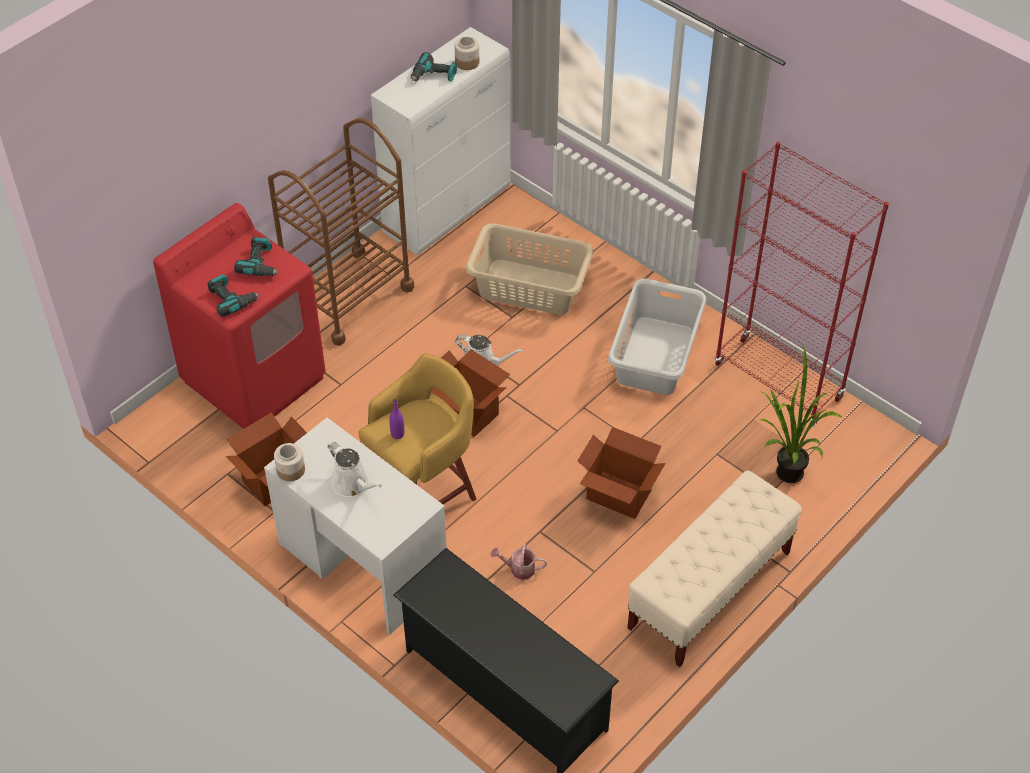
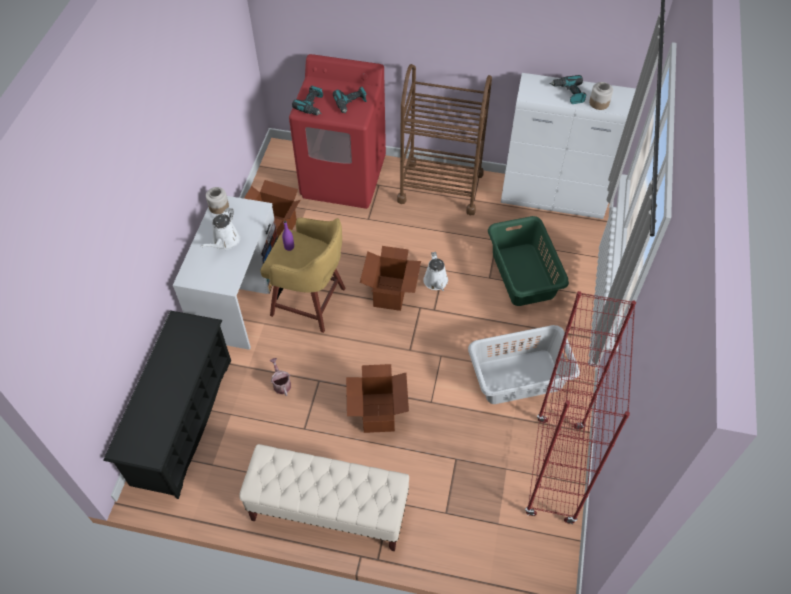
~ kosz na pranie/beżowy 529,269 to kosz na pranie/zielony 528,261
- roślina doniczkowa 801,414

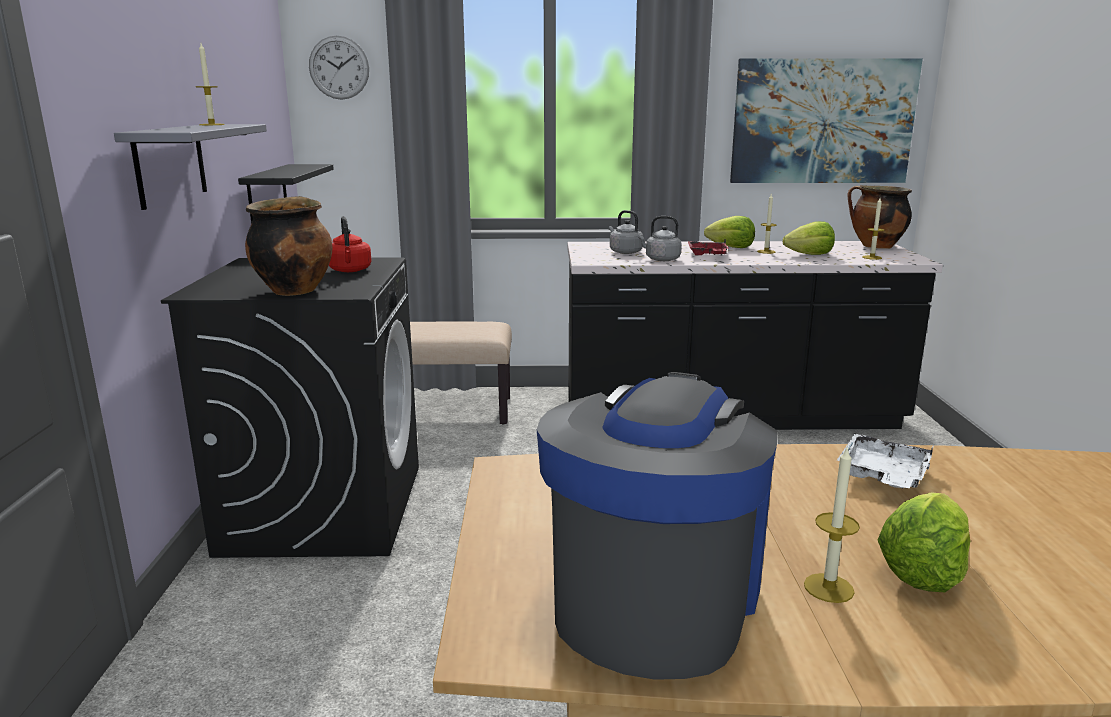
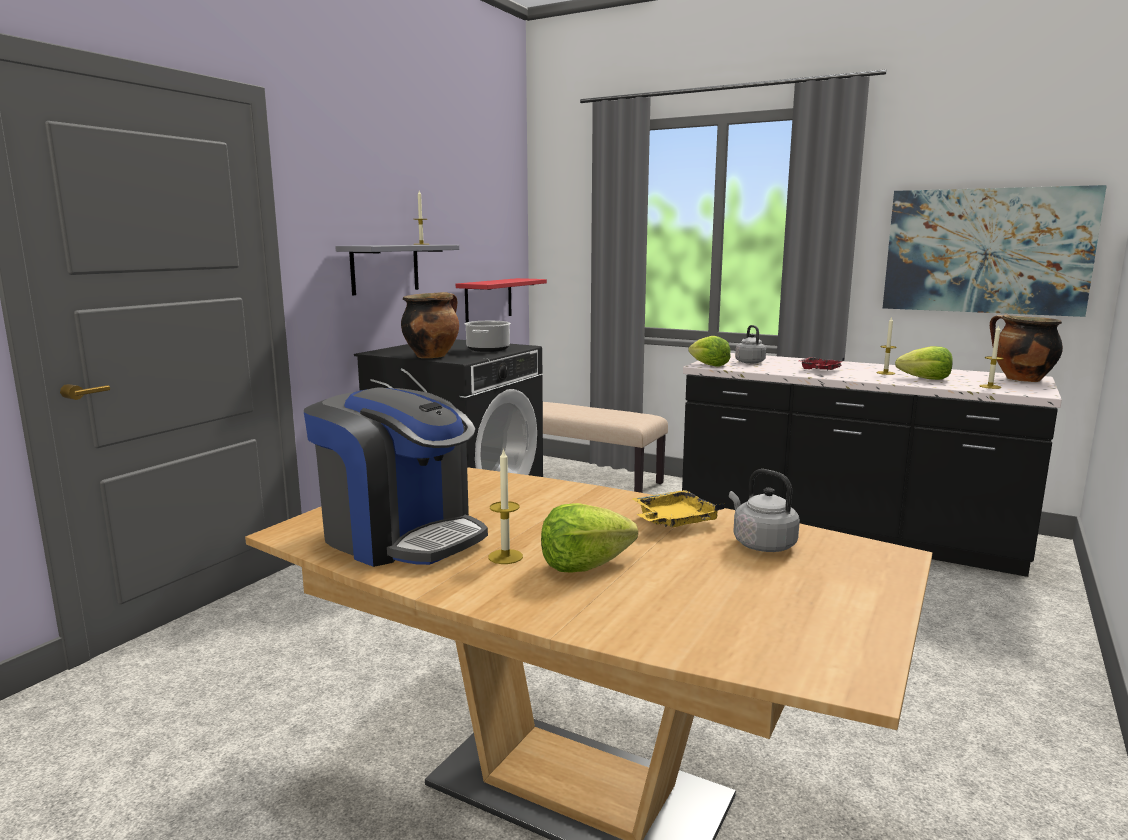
~ półka/czarny 286,194 to półka/czerwony 501,300
- zegar ścienny 339,68
~ czajnik/czerwony 350,244 to garnek 488,336
~ ekspres do kawy 657,526 = 396,477 75 degrees clockwise
~ czajnik/szary 659,238 to 764,510
~ sałata 729,232 to 709,351
~ taca/biały 885,460 to taca/żółty 679,508

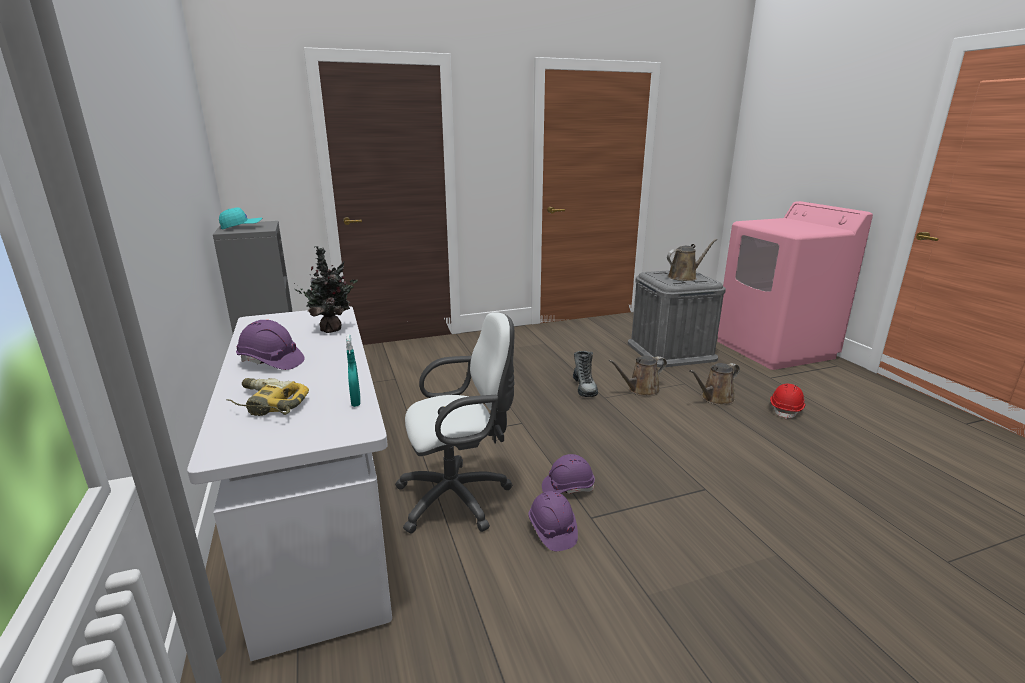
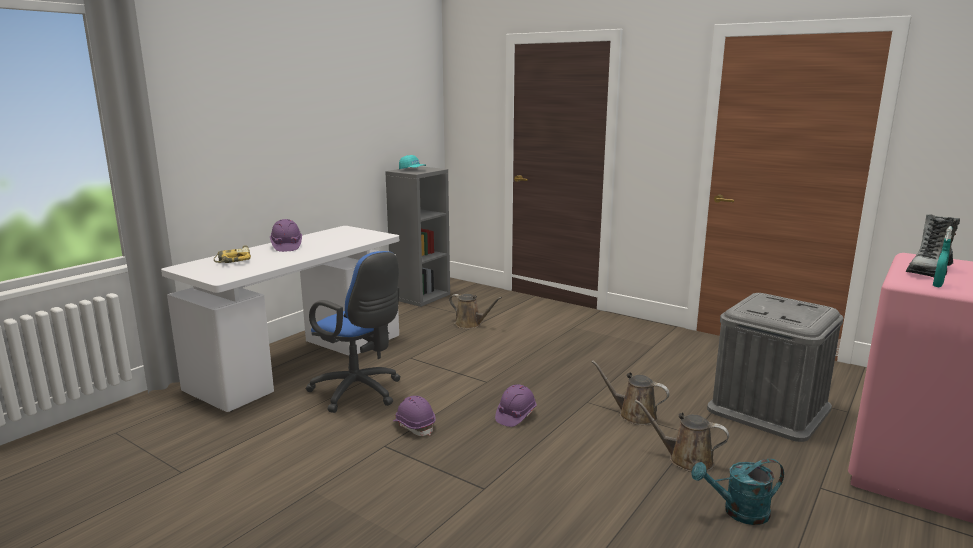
- roślina doniczkowa 326,289
~ spryskiwacz/turkusowy 353,370 to 943,256
~ krzesło biurowe/biały 454,423 to krzesło biurowe/niebieski 353,332
~ kask/fioletowy 553,521 to 516,405
~ but z cholewką 585,374 to 933,245
~ konewka/brązowy 692,260 to 475,311
~ kask/czerwony 788,401 to konewka/turkusowy 737,492

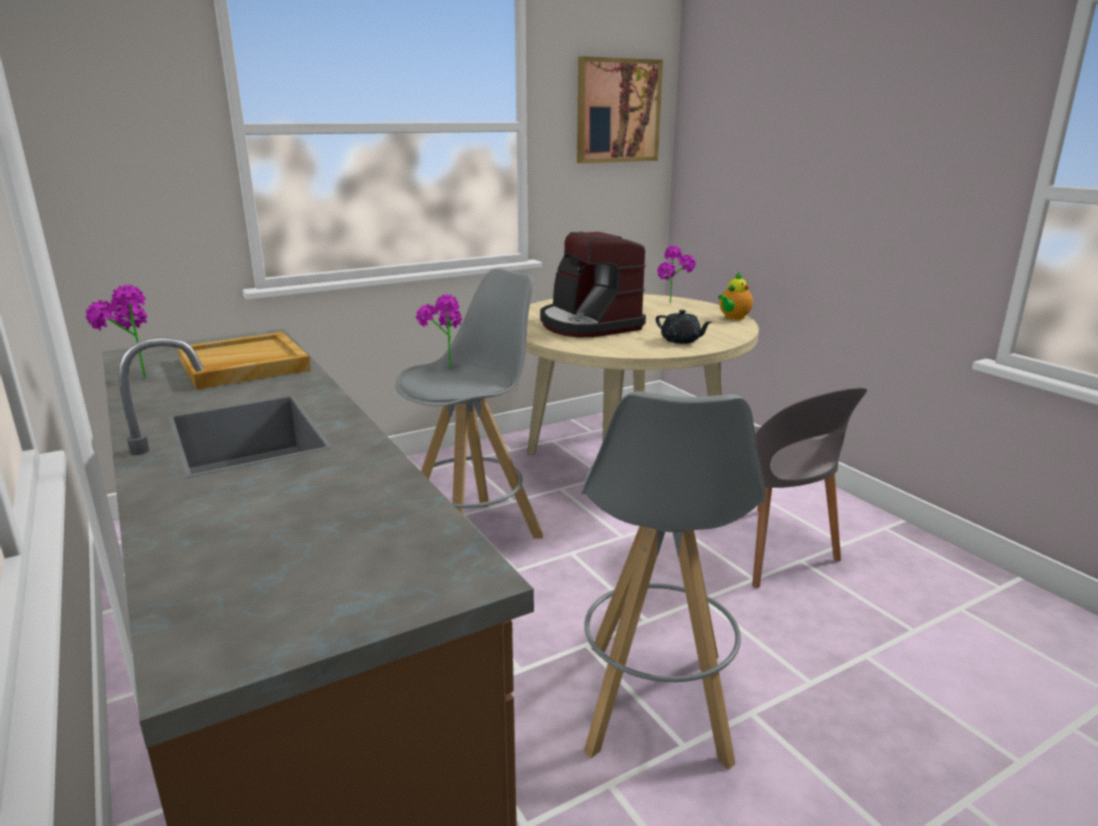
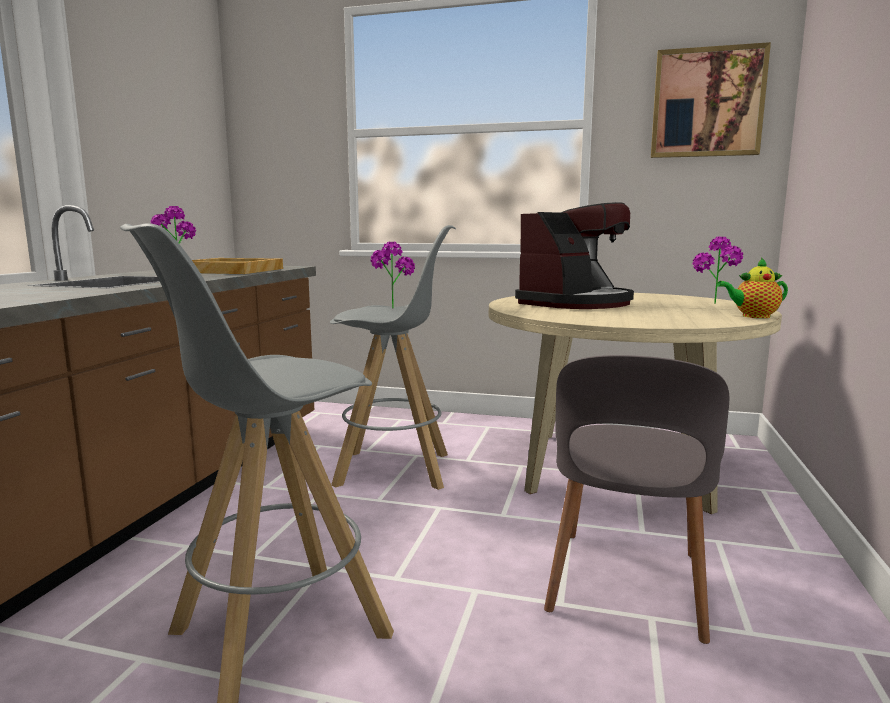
~ ekspres do kawy 593,284 = 574,255 150 degrees counterclockwise
- imbryk/czarny 684,327

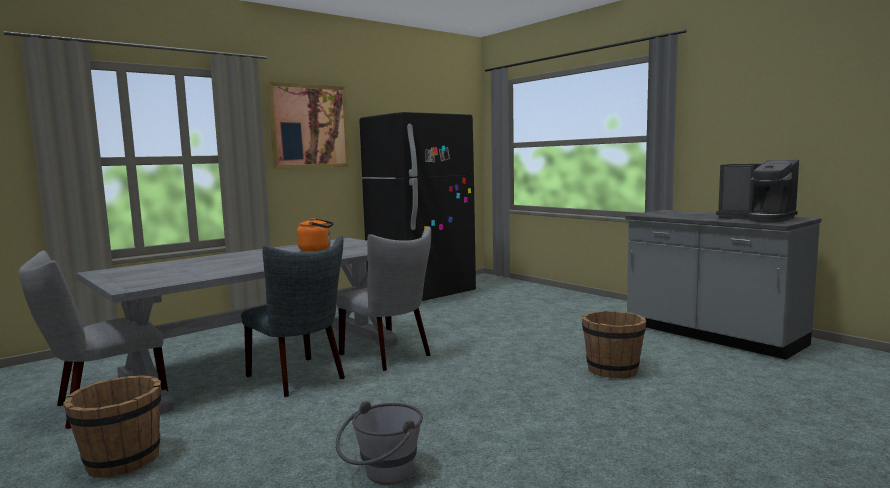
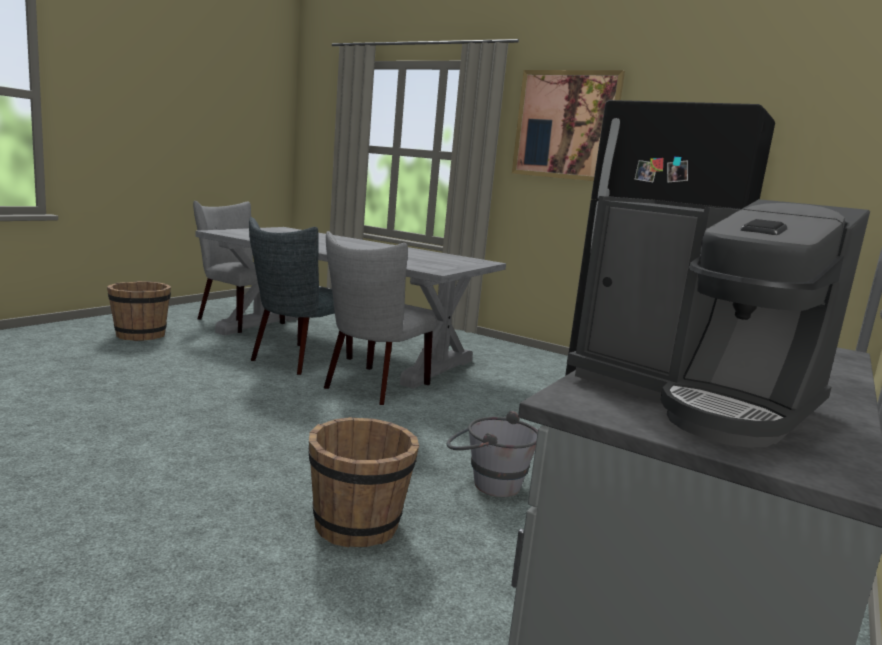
- czajnik/pomarańczowy 315,234
~ wiadro/szary 379,443 to 492,454
~ ekspres do kawy 757,191 = 718,322 75 degrees counterclockwise

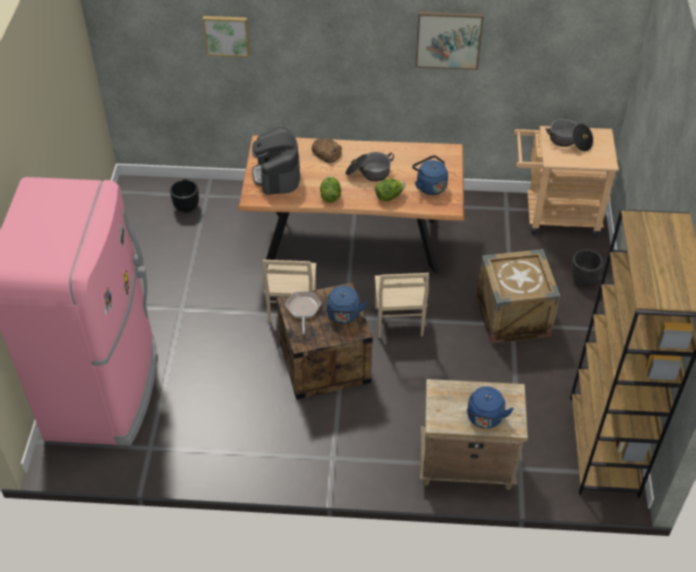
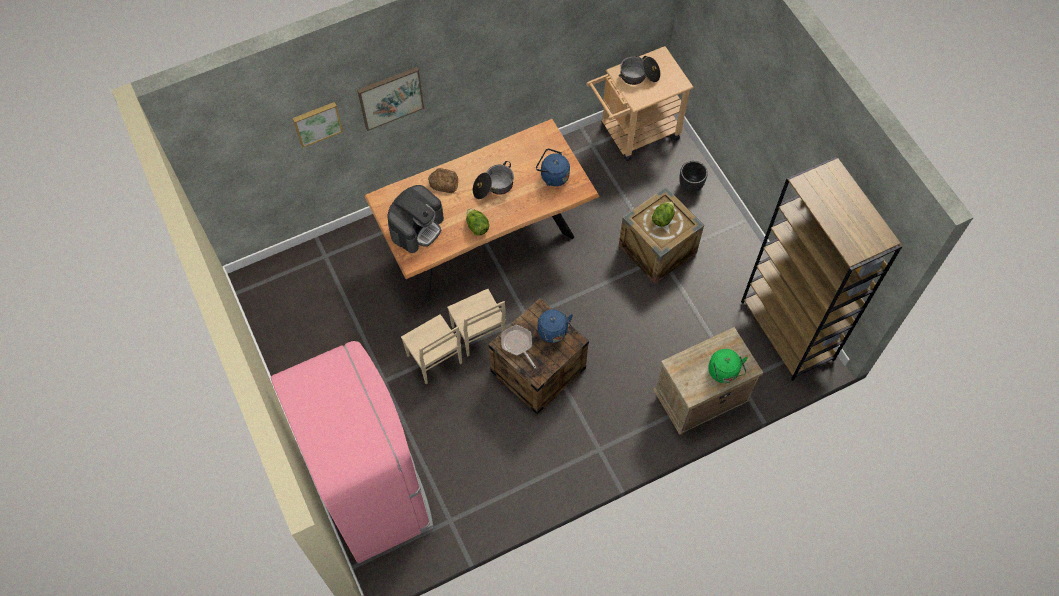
- donica/czarny 184,196
~ ekspres do kawy 276,161 = 416,219 105 degrees counterclockwise
~ sałata 390,190 to 663,214
~ krzesło/beżowy 402,305 to 431,349
~ obraz 449,40 to 390,99
~ czajnik/niebieski 490,407 to czajnik/zielony 728,366

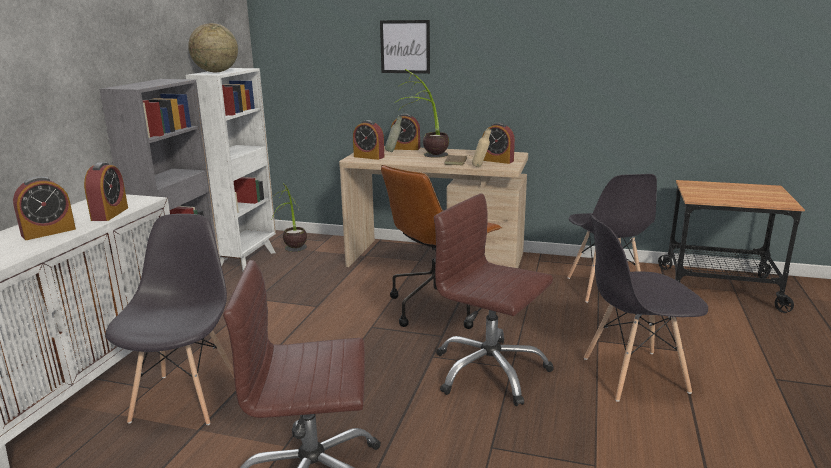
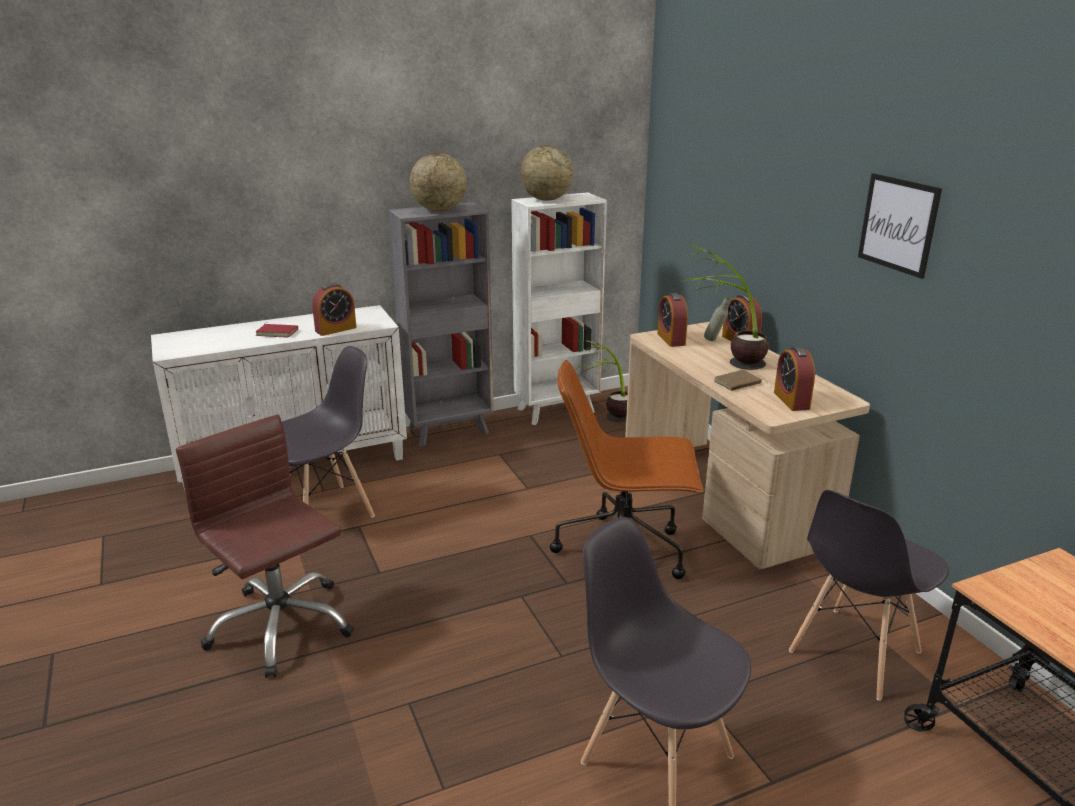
~ budzik 44,208 to książka/czerwony 277,330
~ obraz 405,47 to 900,226
- krzesło biurowe/brązowy 494,299
- butelka/beżowy 481,147
+ globus 438,182

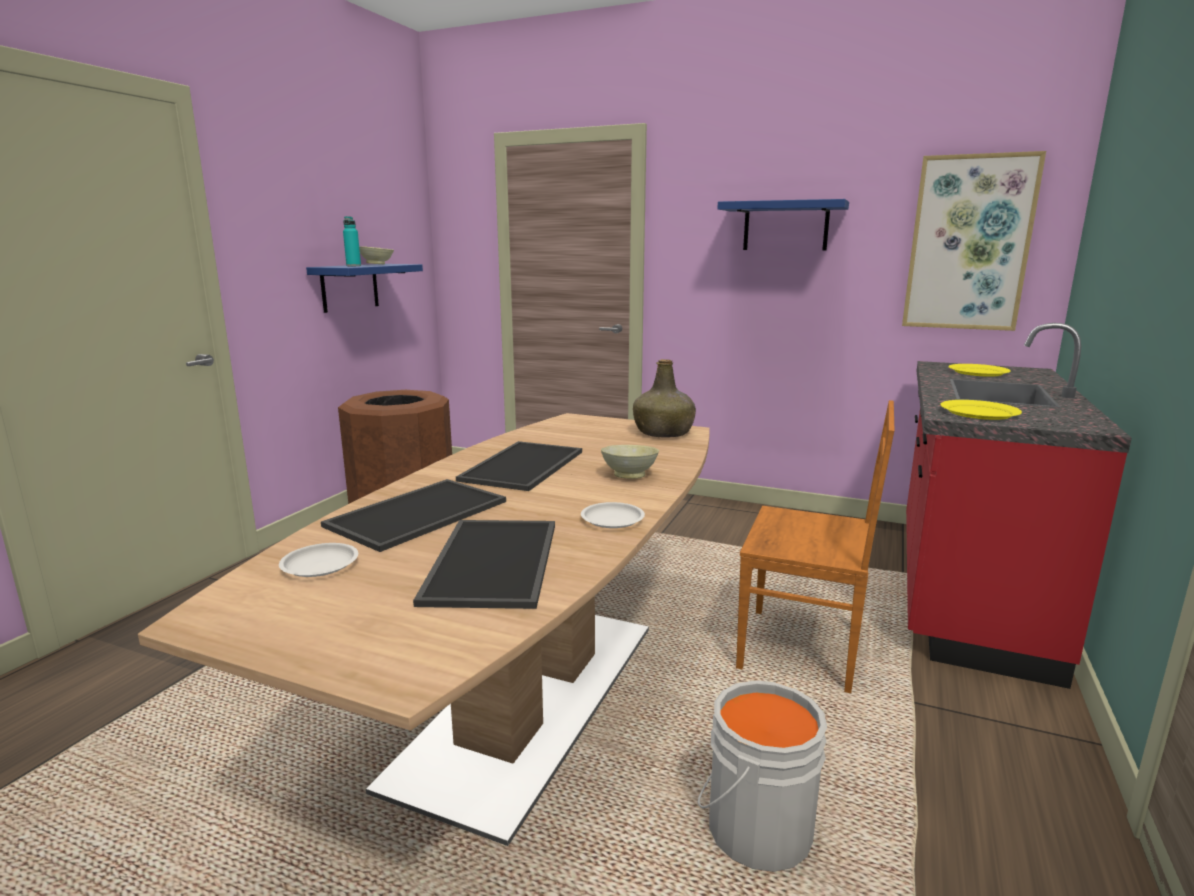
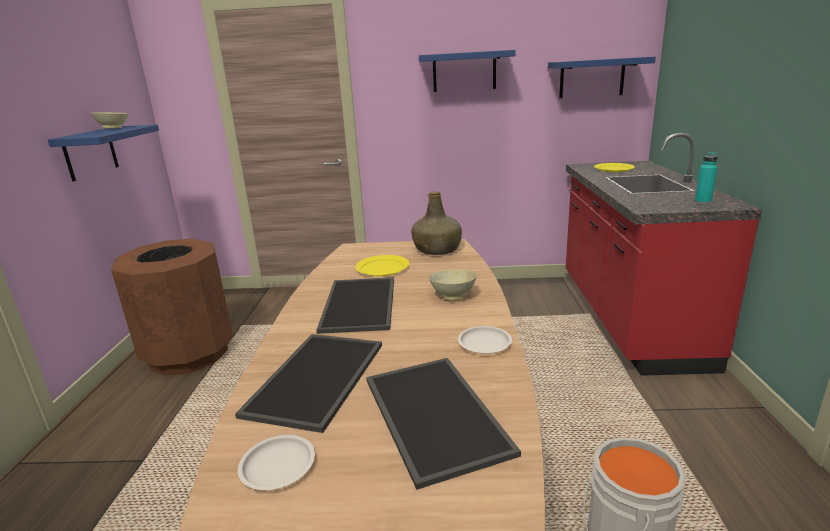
~ butelka/turkusowy 352,241 to 706,178
- krzesło/brązowy 815,546
~ obraz 974,241 to półka/niebieski 602,77
~ talerz/żółty 981,410 to 382,265

